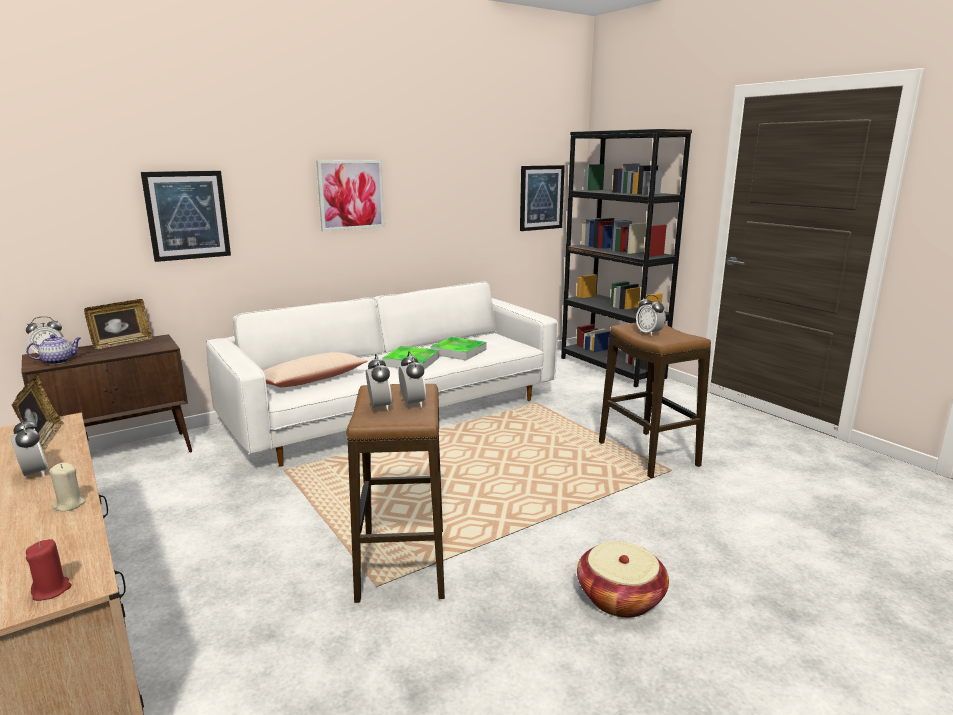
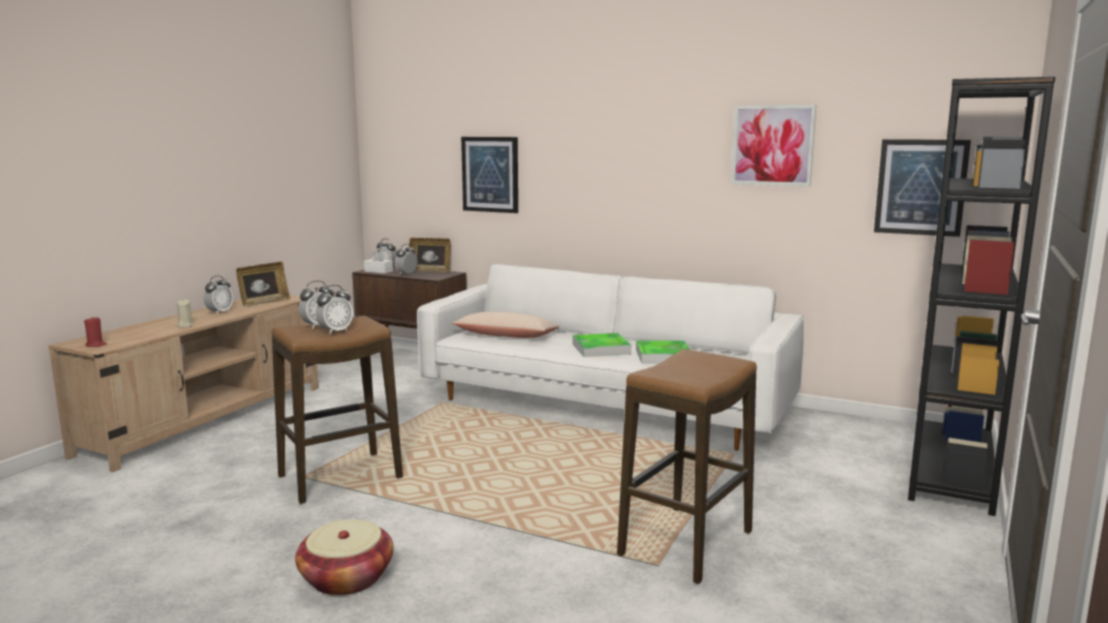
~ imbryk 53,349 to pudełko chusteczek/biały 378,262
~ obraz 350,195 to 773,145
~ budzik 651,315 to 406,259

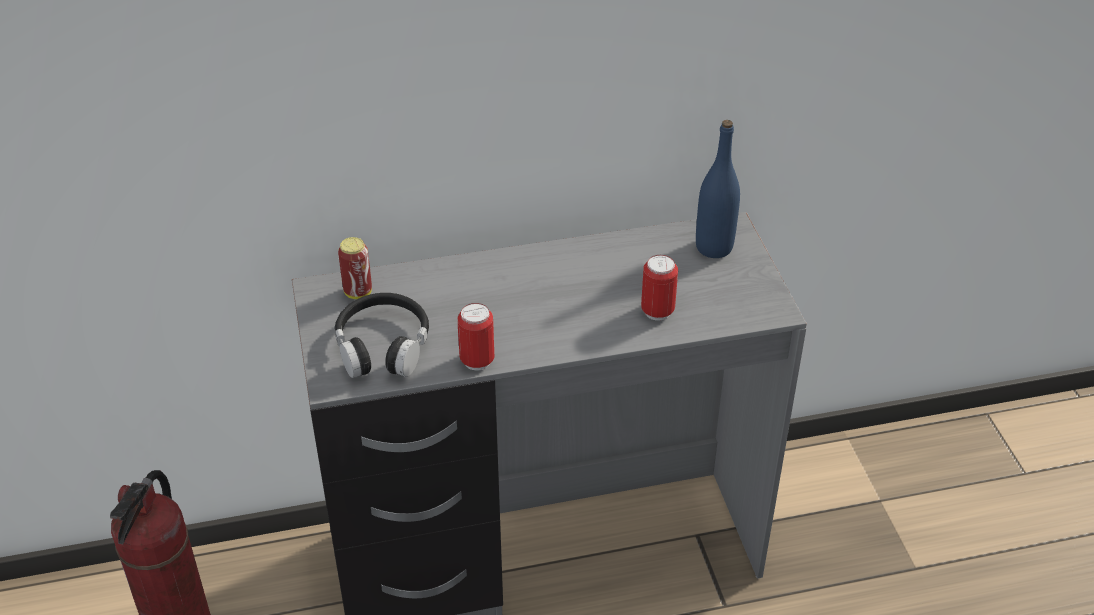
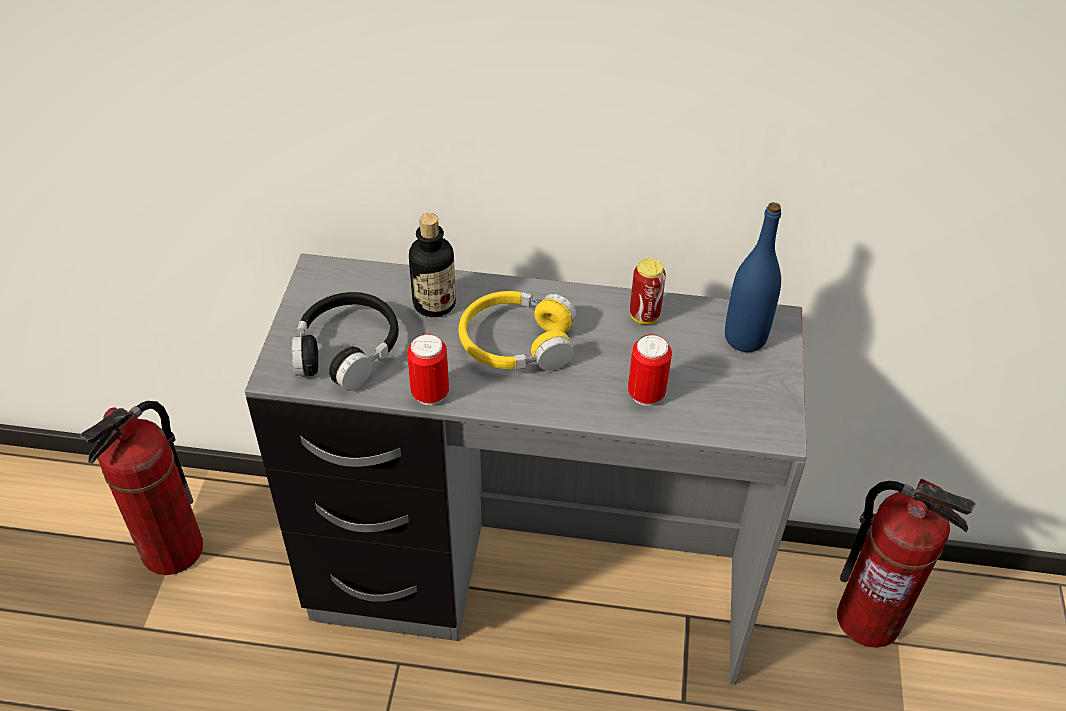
~ puszka 355,268 to 648,291
+ butelka 432,265
+ słuchawki/żółty 517,331
+ gaśnica 906,563

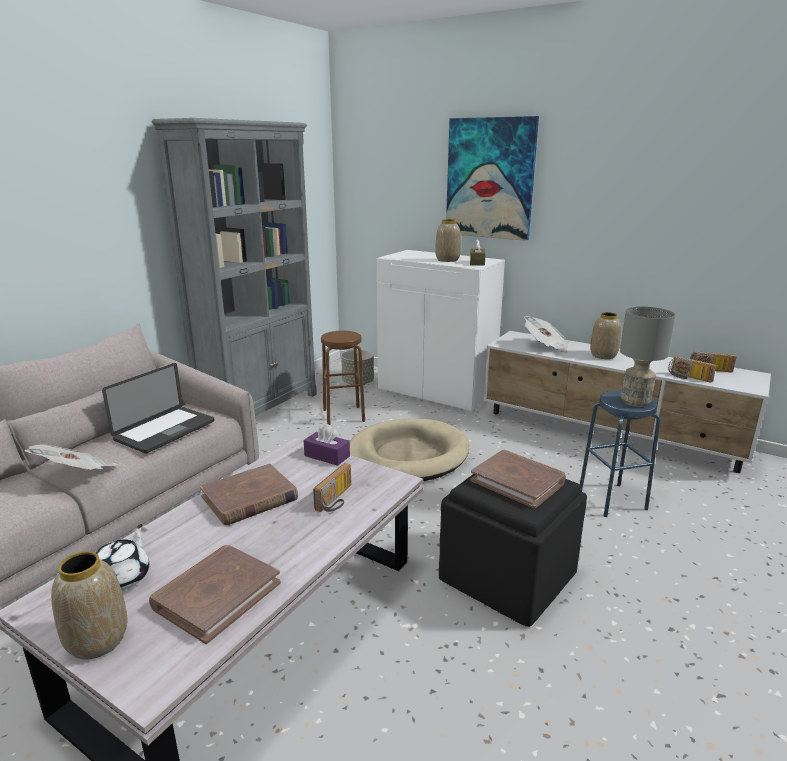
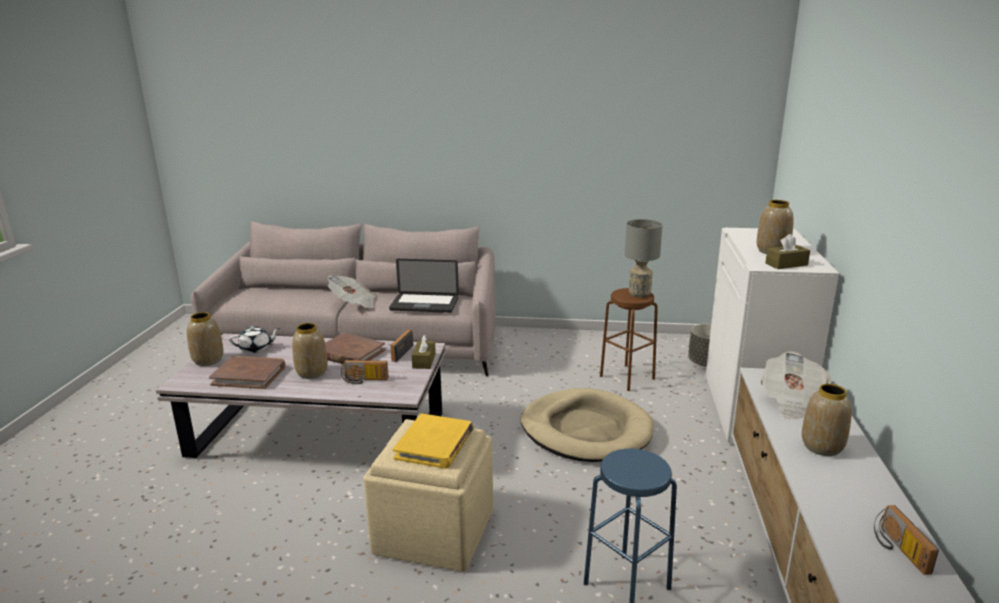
- regał/szary 234,267
~ pudełko chusteczek/fioletowy 327,445 to pudełko chusteczek/brązowy 423,351
~ pufa/czarny 513,550 to pufa/beżowy 428,495
- obraz 492,178
~ książka/brązowy 518,479 to książka/żółty 433,441
~ lampa stołowa/szary 647,356 to 644,258
~ radio 692,369 to 402,346
+ wazon 310,351

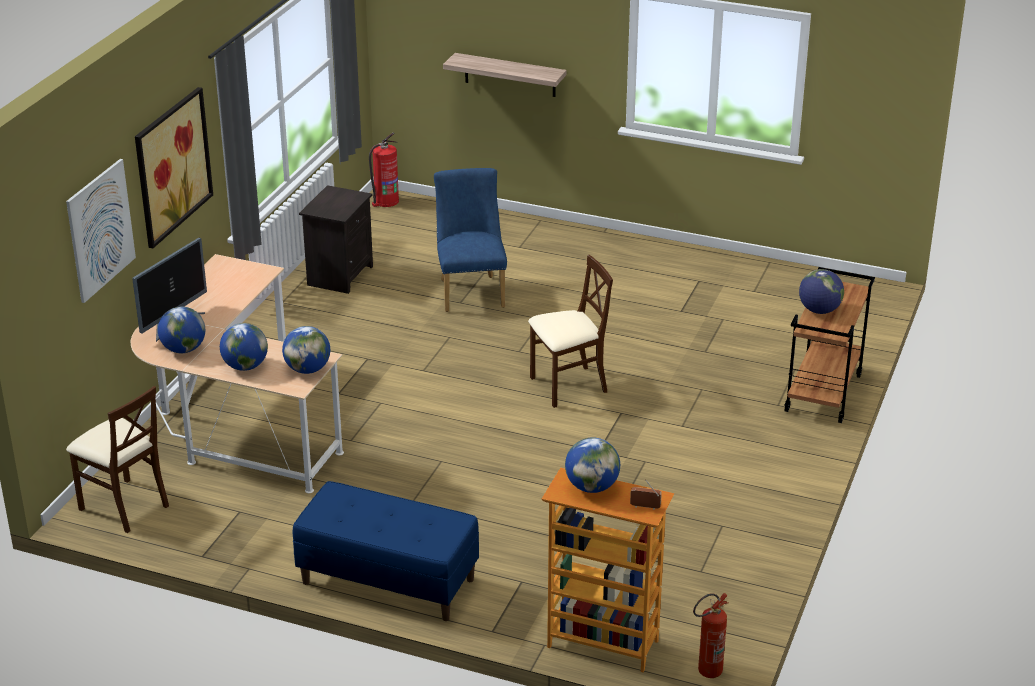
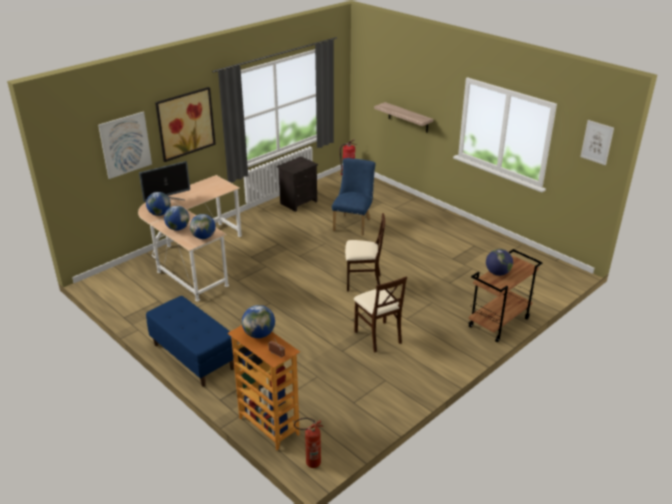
~ krzesło/beżowy 117,459 to 380,314
+ obraz 597,142

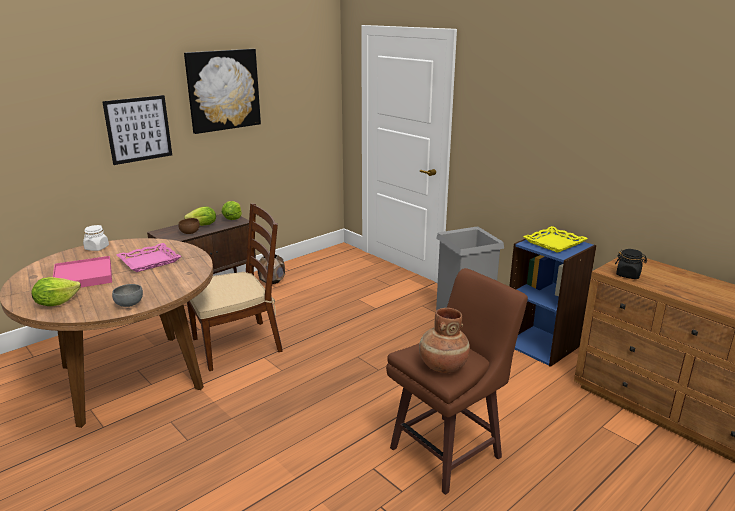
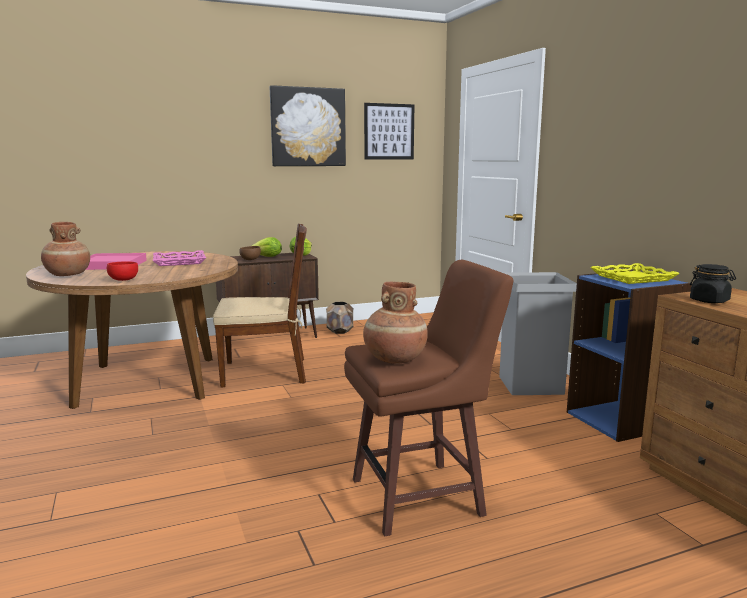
~ sałata 56,291 to wazon/brązowy 65,249
- słoik/biały 96,238
~ obraz 137,130 to 389,131
~ miska/szary 127,295 to miska/czerwony 122,271

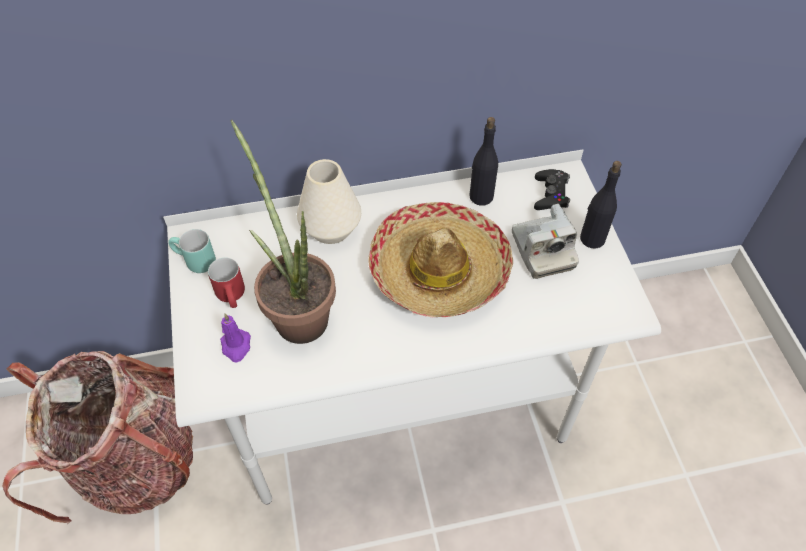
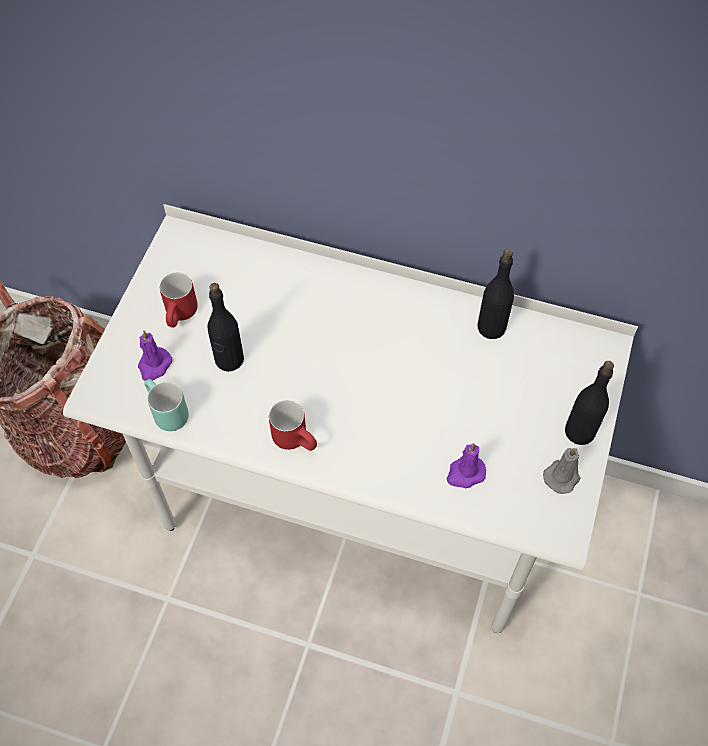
~ kubek/turkusowy 192,251 to 166,405
~ roślina doniczkowa 283,232 to butelka/czarny 225,327
- wazon/biały 329,201
- kapelusz 440,259
- aparat fotograficzny 545,241
- pad do gier/czarny 552,189
+ kubek/czerwony 293,425
+ świeca/fioletowy 466,465
+ świeca/szary 561,470

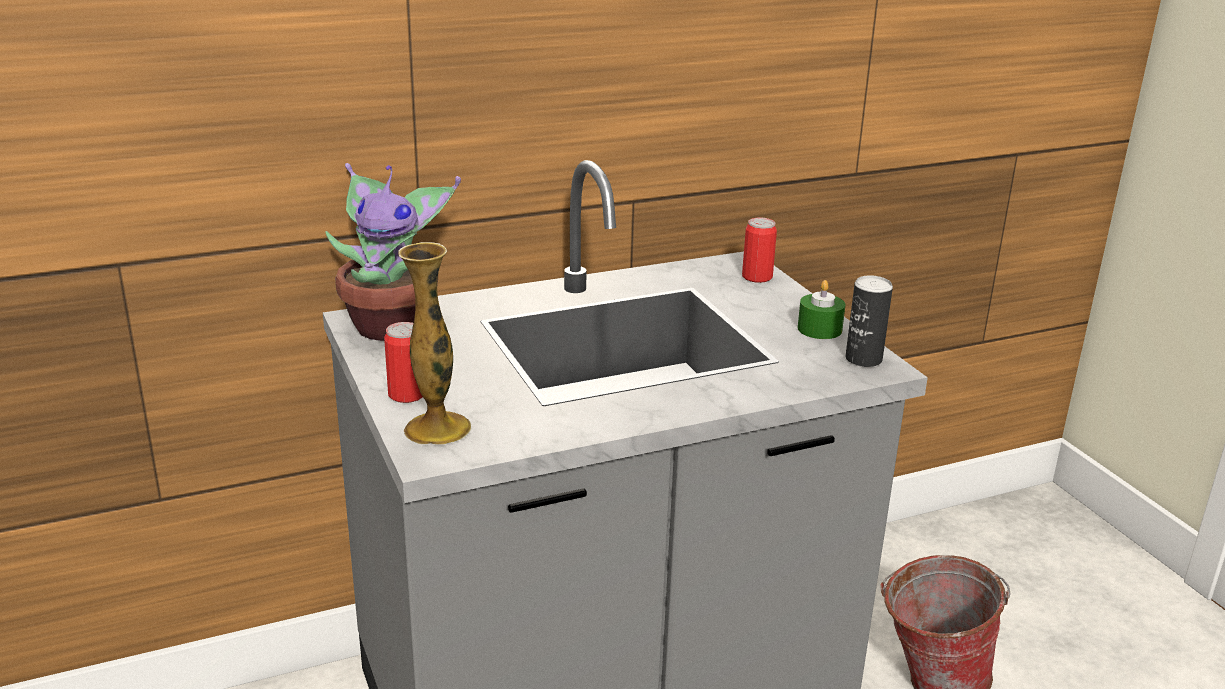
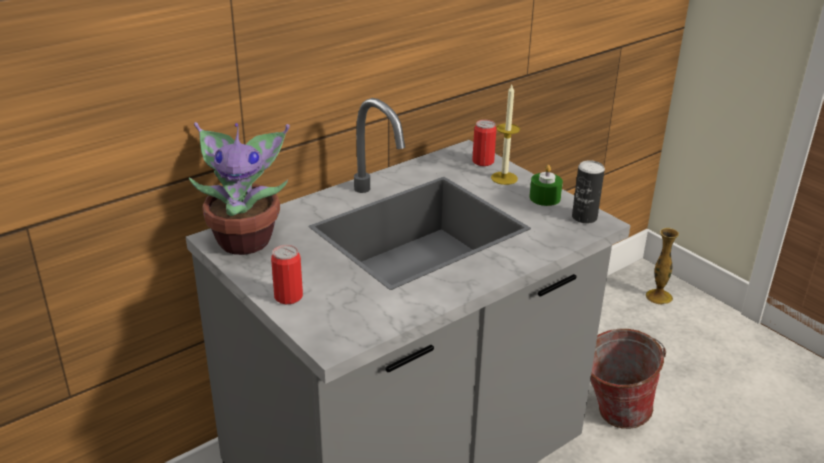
~ wazon 434,343 to 662,266
+ świeca 505,135

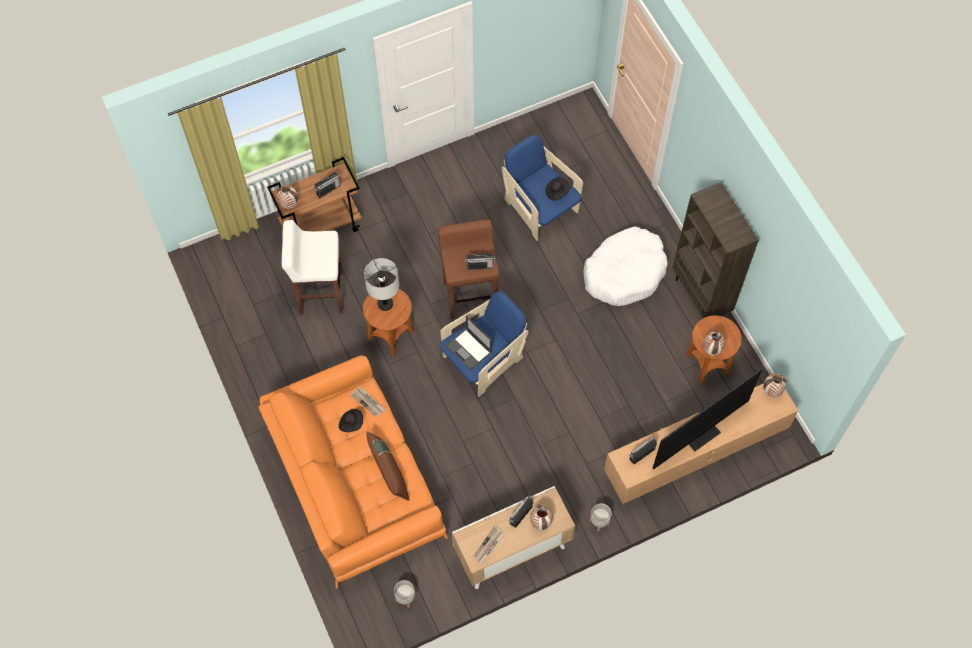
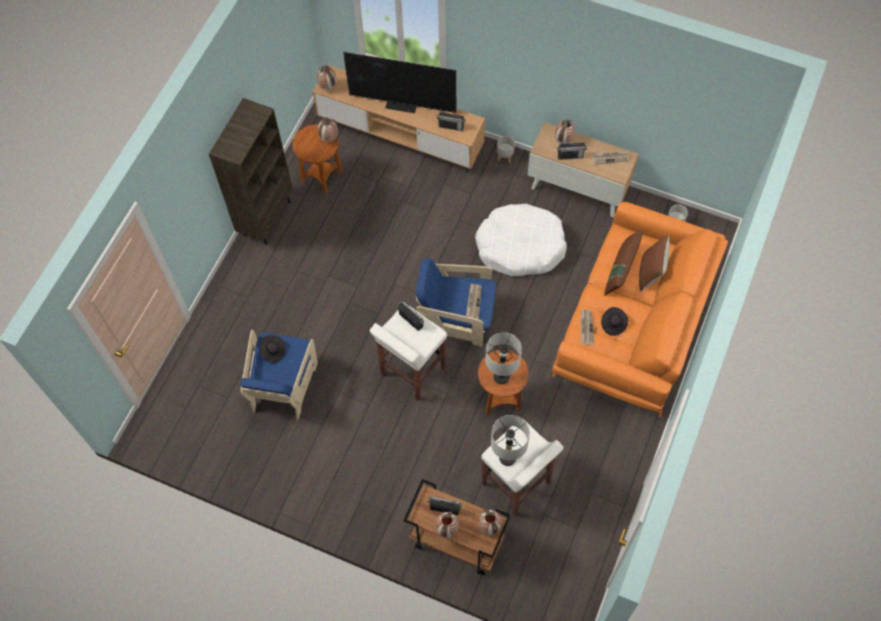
~ stołek/brązowy 468,269 to stołek/biały 408,353
~ laptop 469,343 to gazeta 474,301
~ legowisko/biały 626,266 to 521,240
+ wazon 447,524
+ lampa stołowa/szary 510,440
+ poduszka/brązowy 654,263

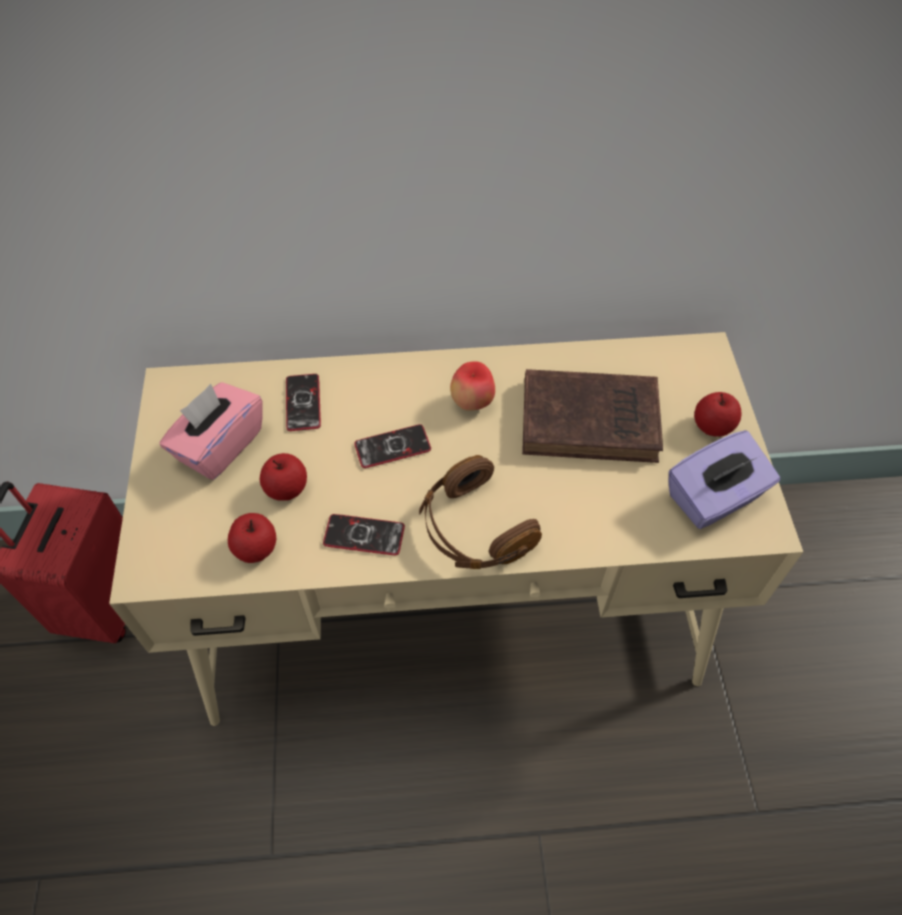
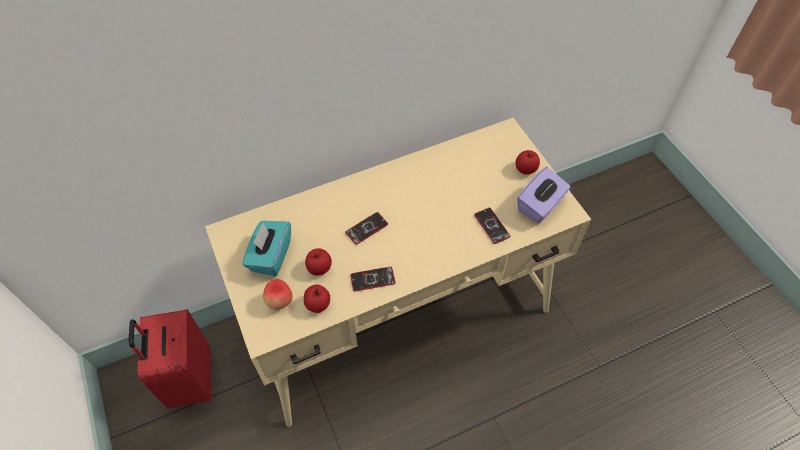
~ pudełko chusteczek/różowy 211,431 to pudełko chusteczek/turkusowy 267,248
~ telefon 303,402 to 492,226
- słuchawki/brązowy 480,512
~ jabłko 472,386 to 278,294
- książka/brązowy 592,416

